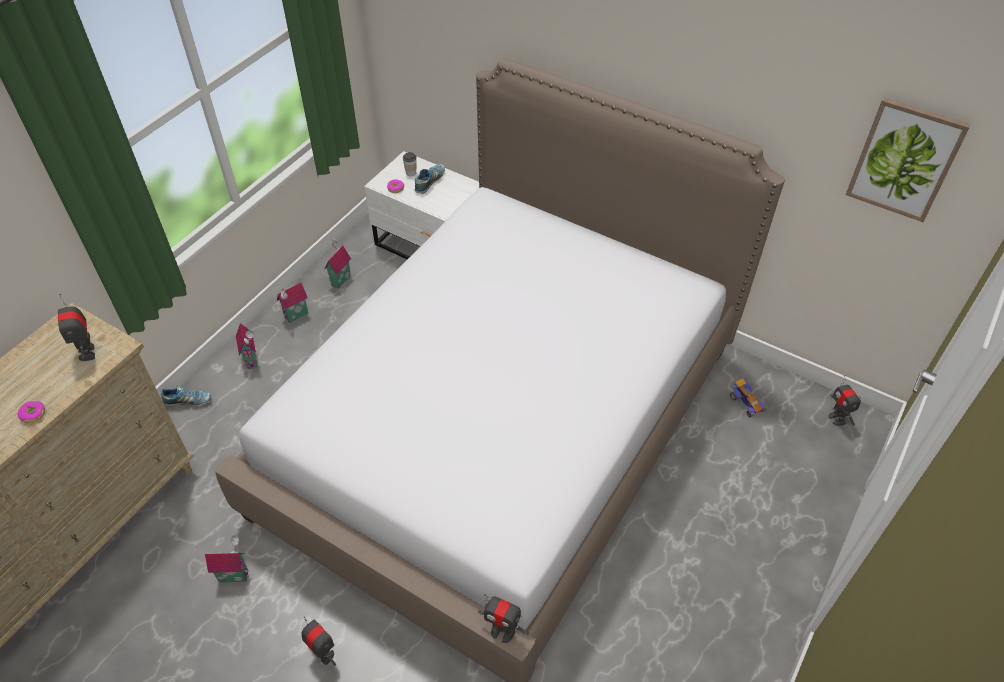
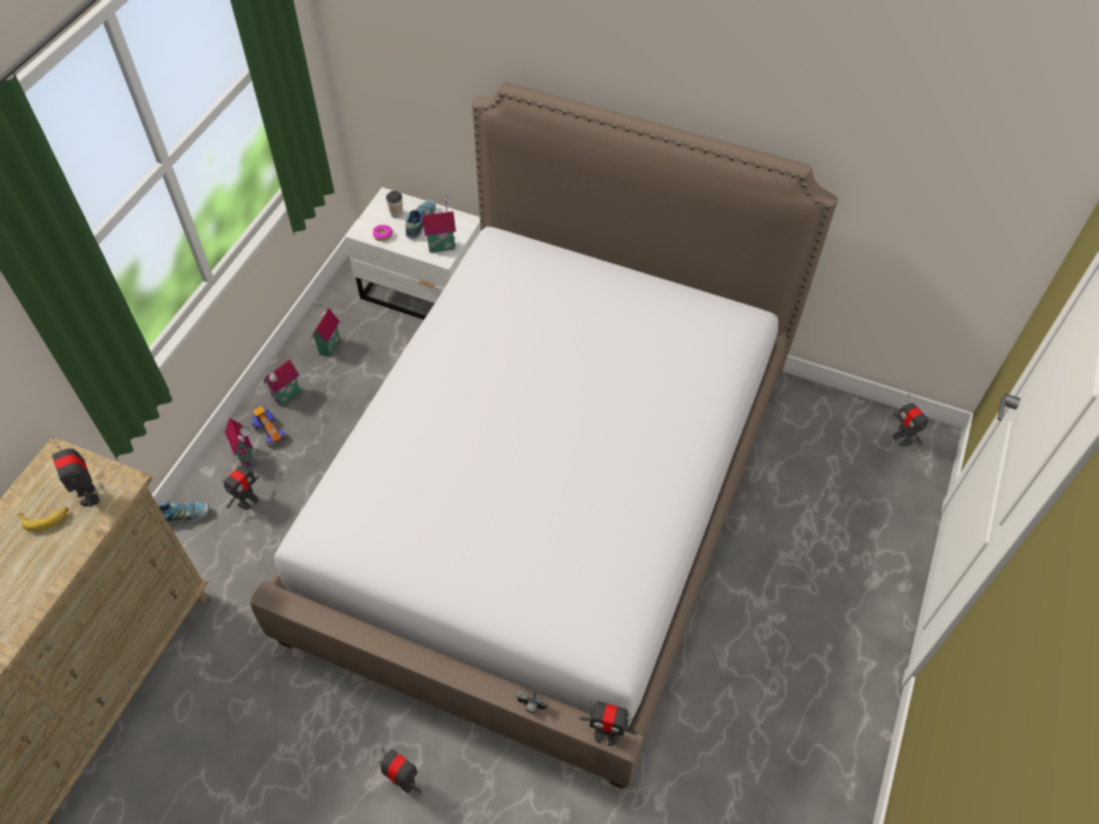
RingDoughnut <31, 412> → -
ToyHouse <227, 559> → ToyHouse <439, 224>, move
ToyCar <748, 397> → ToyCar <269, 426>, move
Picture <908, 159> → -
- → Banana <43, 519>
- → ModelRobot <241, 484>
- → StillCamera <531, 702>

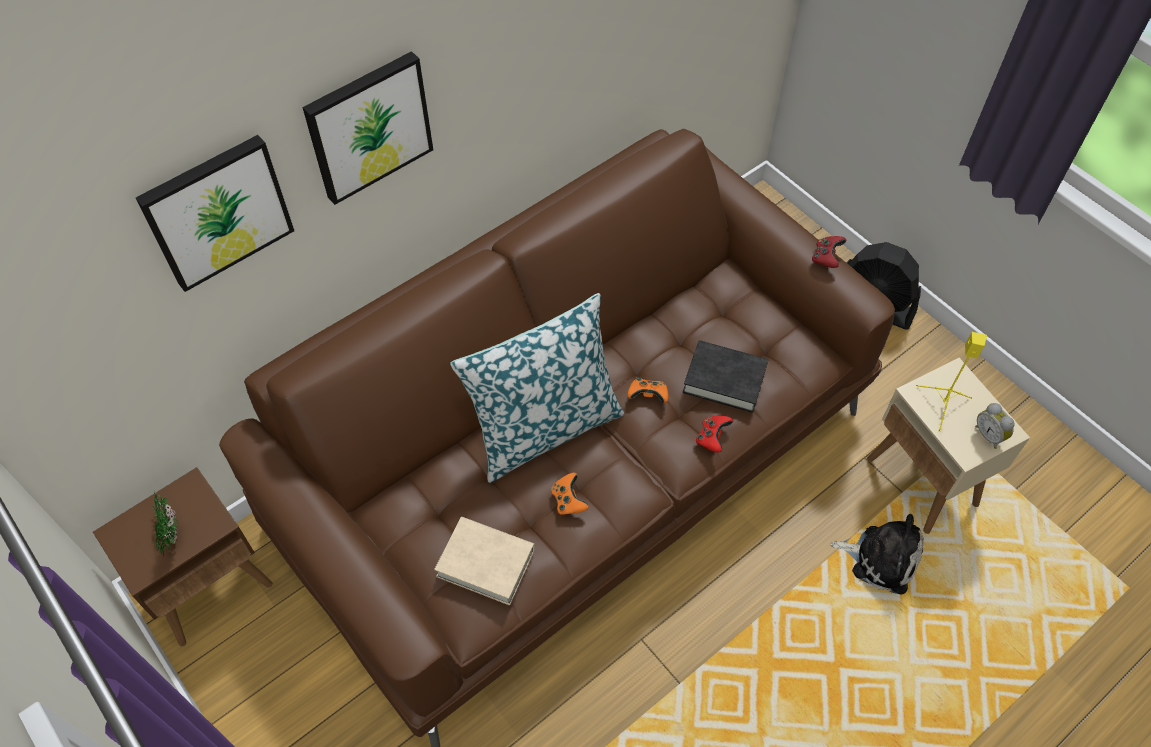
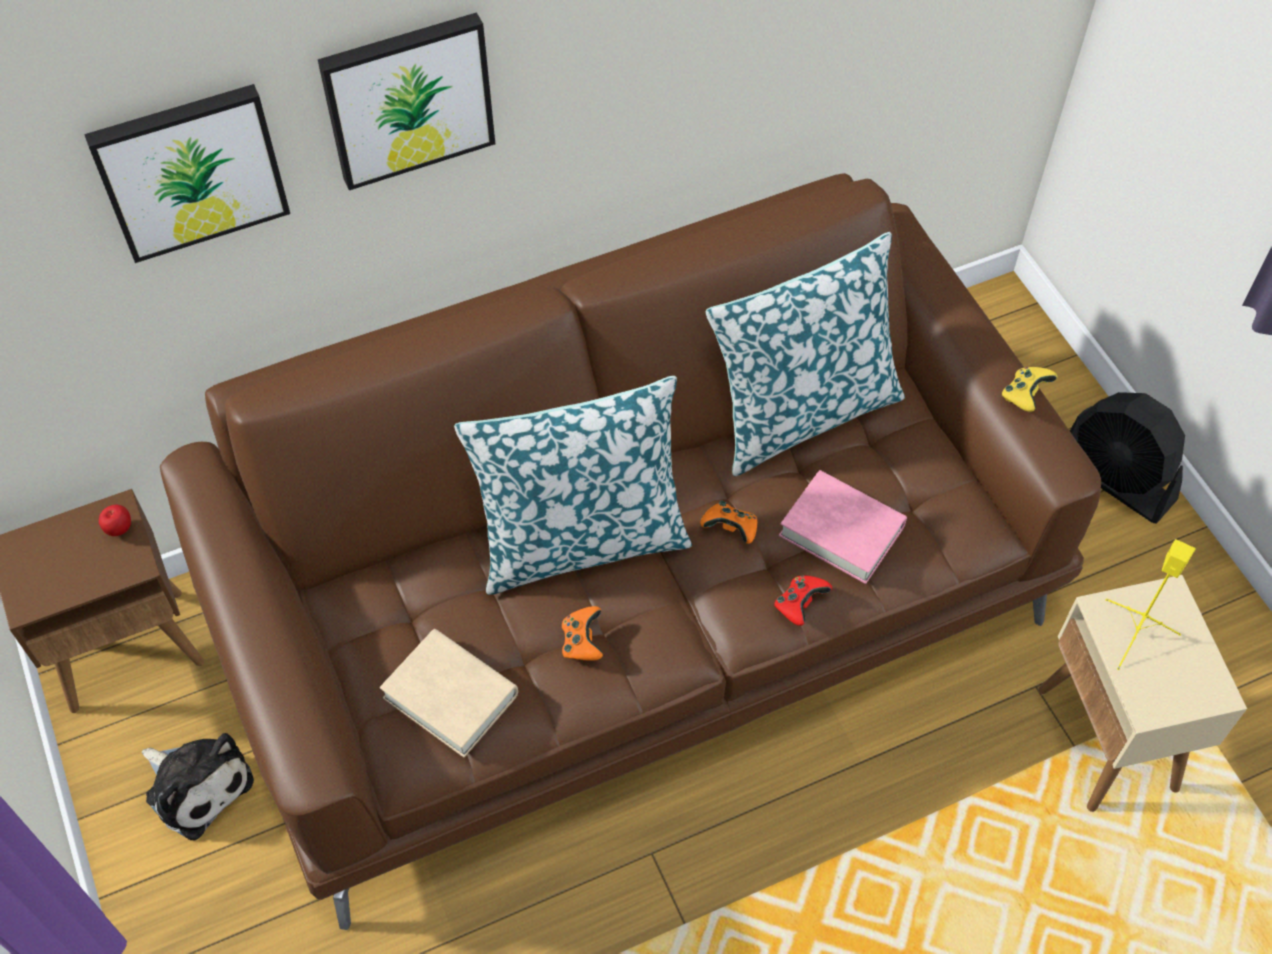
PlantInAPot <165, 524> → -
BlackishBook <725, 376> → PinkColouredBook <843, 527>
ReddishJoypad <829, 252> → YellowishJoypad <1030, 389>
CuddlyToy <877, 554> → CuddlyToy <198, 786>, move
TableClock <994, 426> → -
- → AppleFruit <115, 520>
- → ThrowPillow <805, 354>

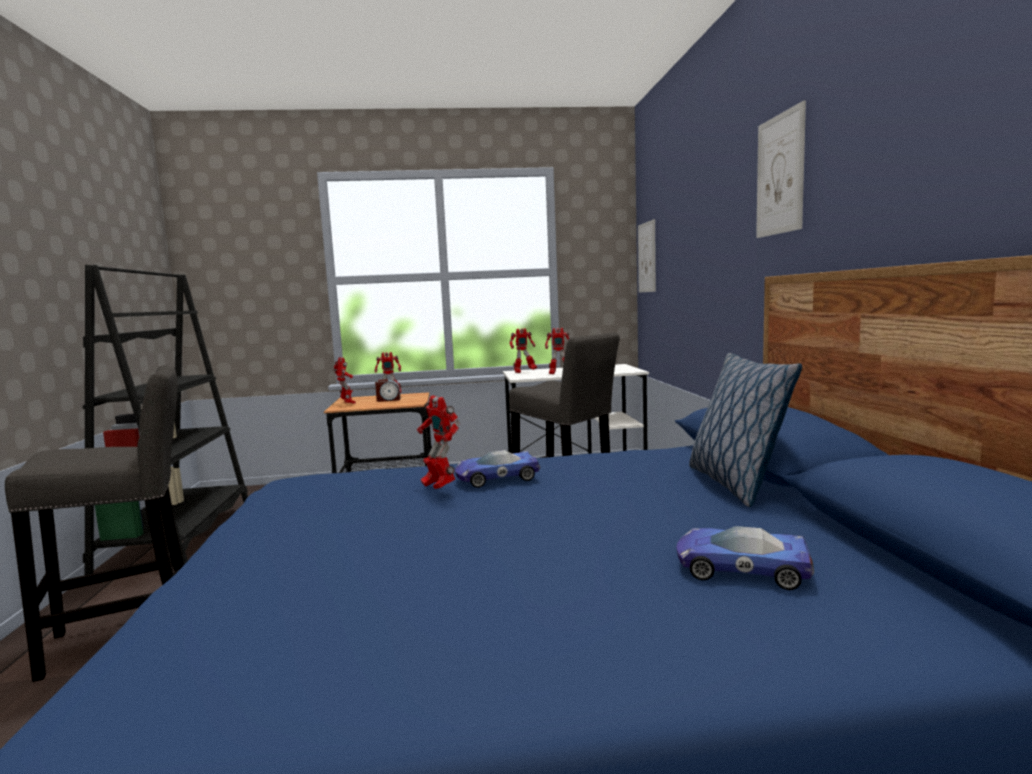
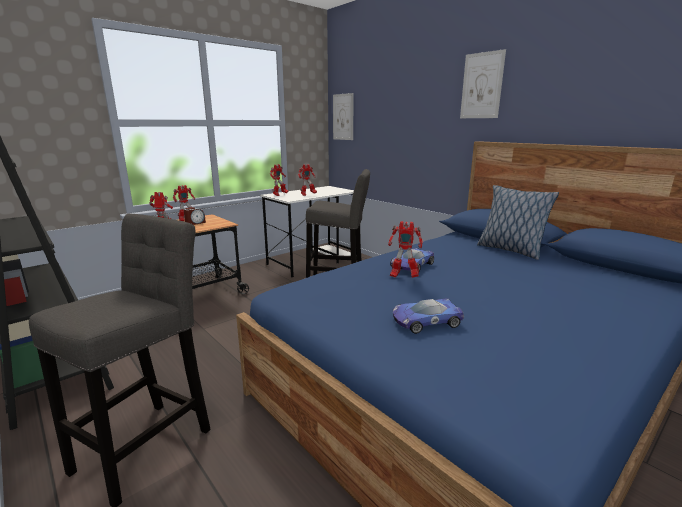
ToyCar <745, 558> → ToyCar <428, 316>, move

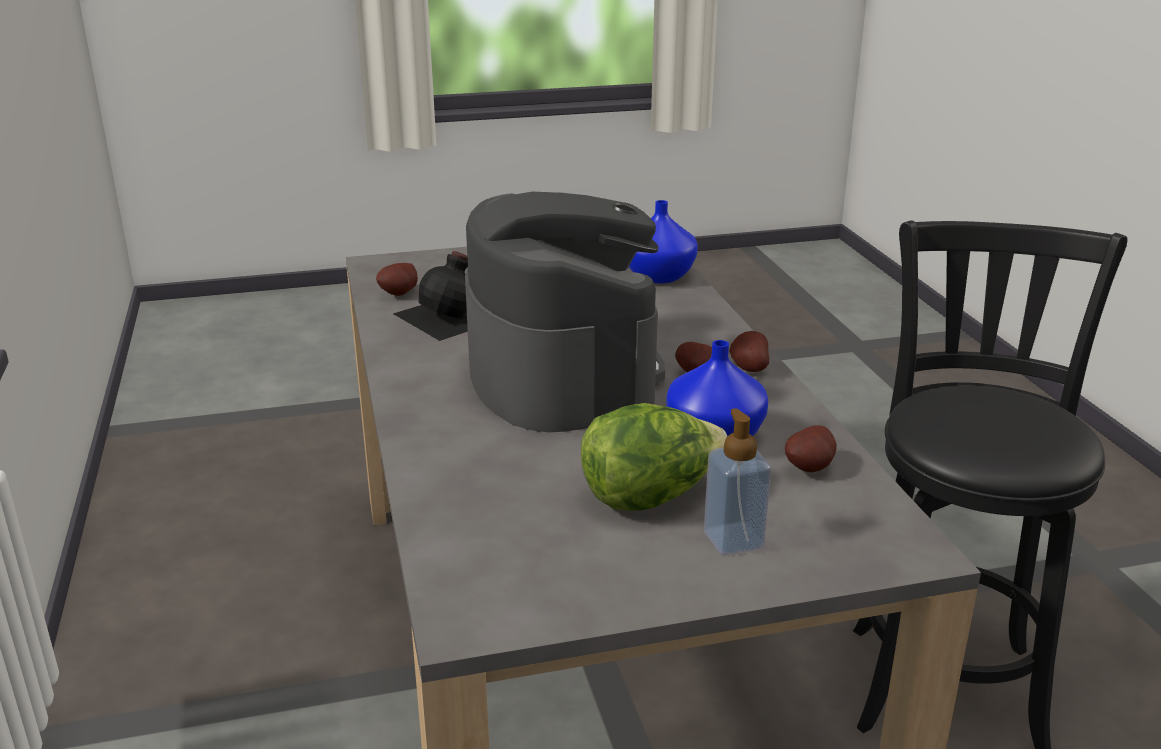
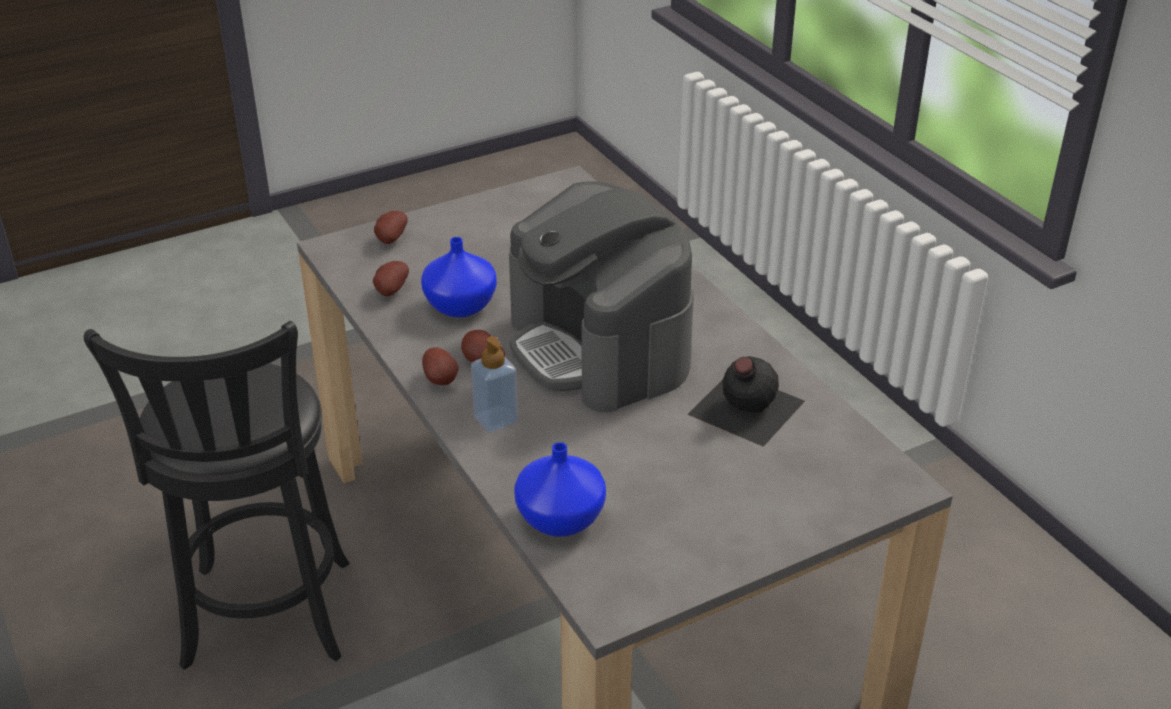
WholePotato <397, 279> → WholePotato <391, 227>, move
Lettuce <654, 457> → -
LiquidSoapBottle <737, 481> → LiquidSoapBottle <494, 384>, move

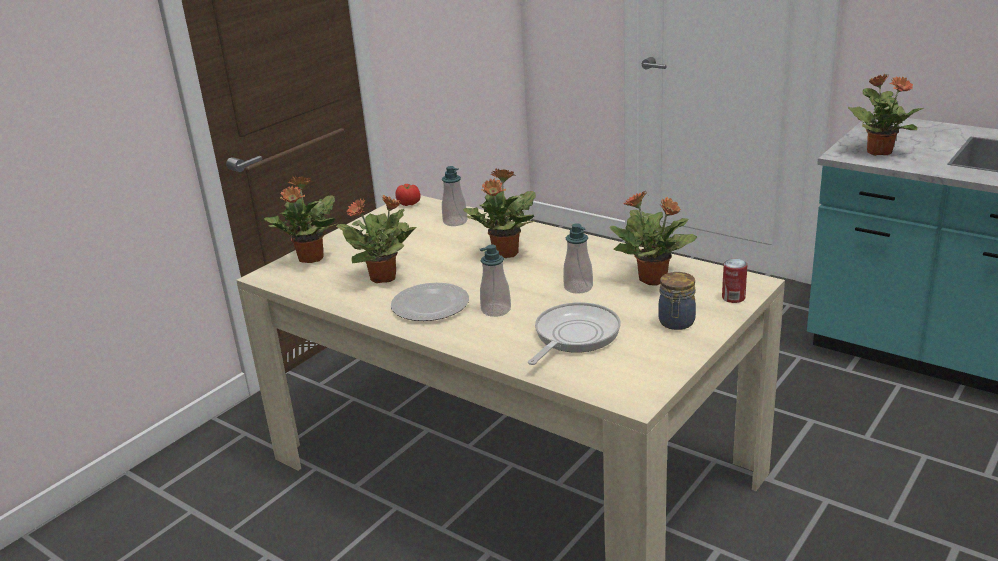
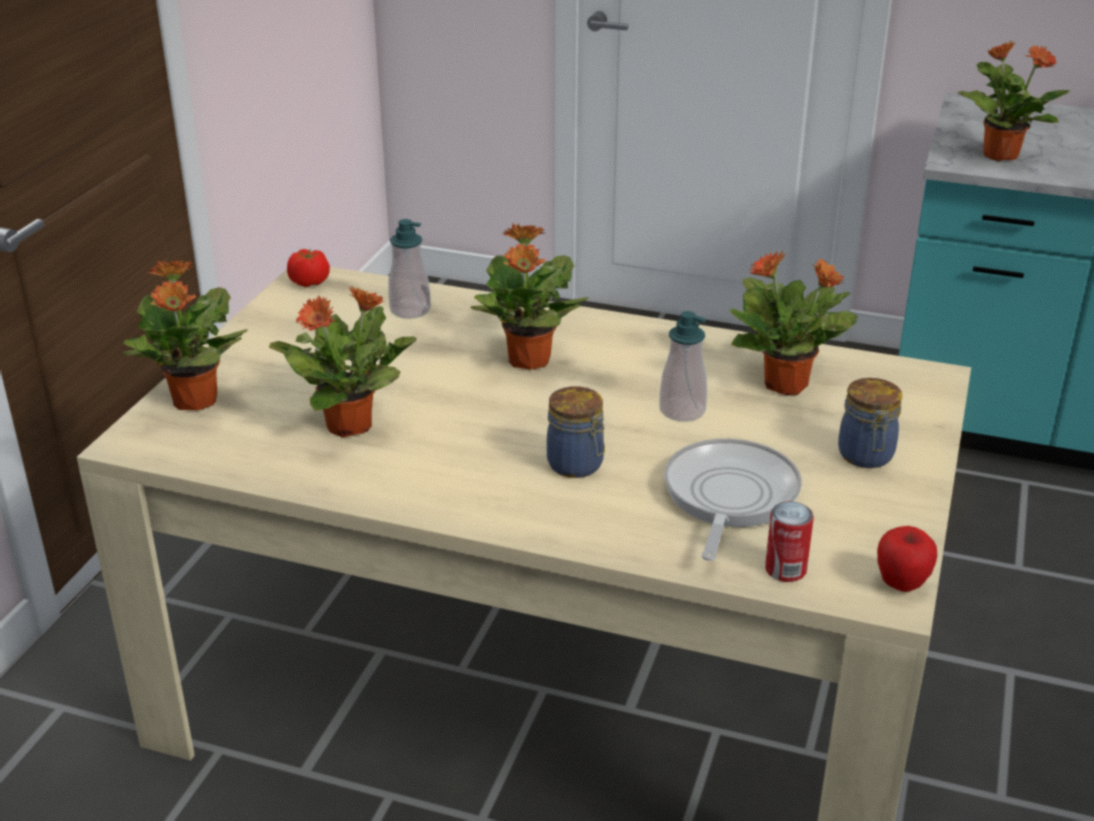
DinnerPlate <430, 302> → -
LiquidSoapBottle <495, 281> → StorageJar <576, 432>
MetalCan <734, 281> → MetalCan <789, 542>, move
- → AppleFruit <907, 559>

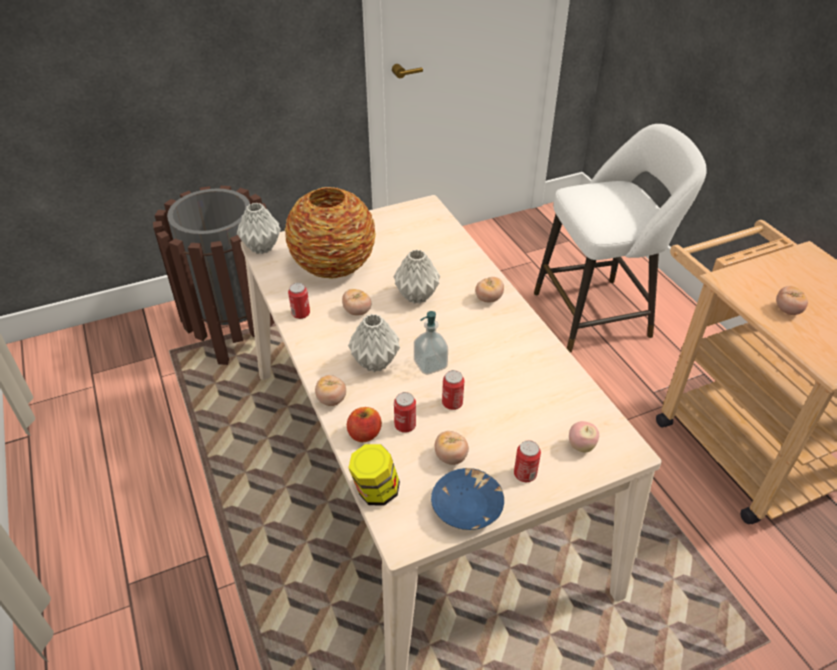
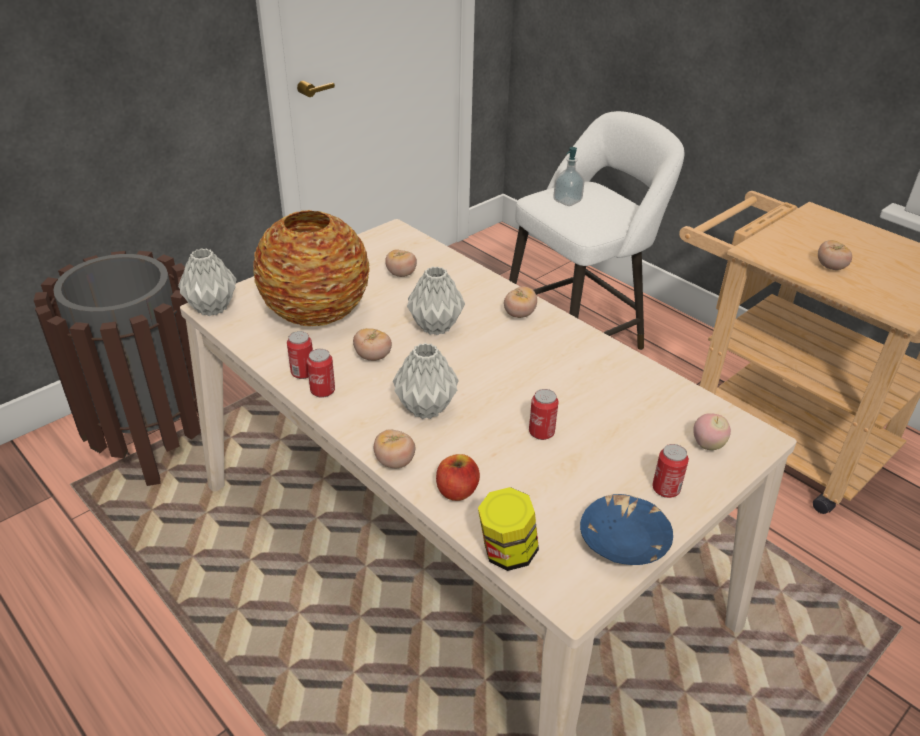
MetalCan <405, 412> → MetalCan <321, 373>, move
LiquidSoapBottle <431, 343> → LiquidSoapBottle <569, 176>, move
FreshTomato <452, 448> → FreshTomato <401, 263>, move

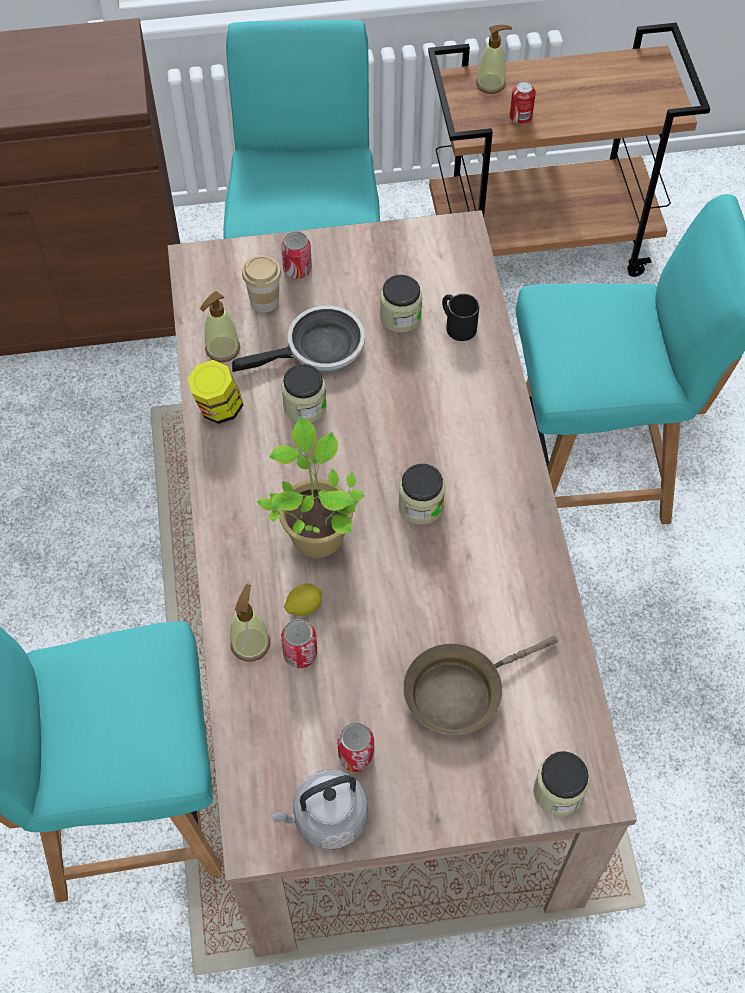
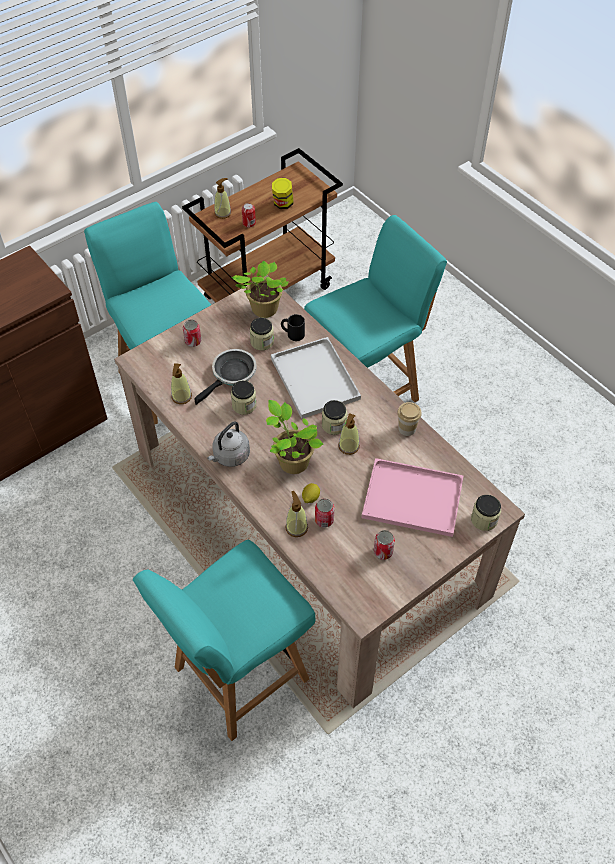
StorageJar <215, 392> → StorageJar <282, 193>, move
Cup <261, 284> → Cup <409, 419>, move
GrayKettle <319, 809> → GrayKettle <228, 444>, move
BrownishPan <480, 685> → PinkColouredServingTray <412, 497>
- → PlantInAPot <260, 289>
- → WhitishServingTray <316, 378>
- → LiquidSoapBottle <349, 434>

